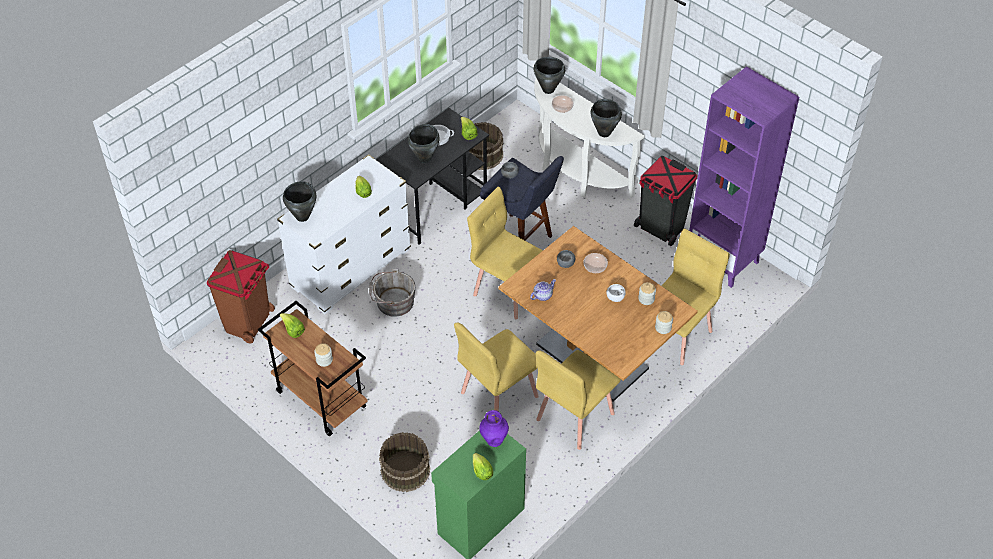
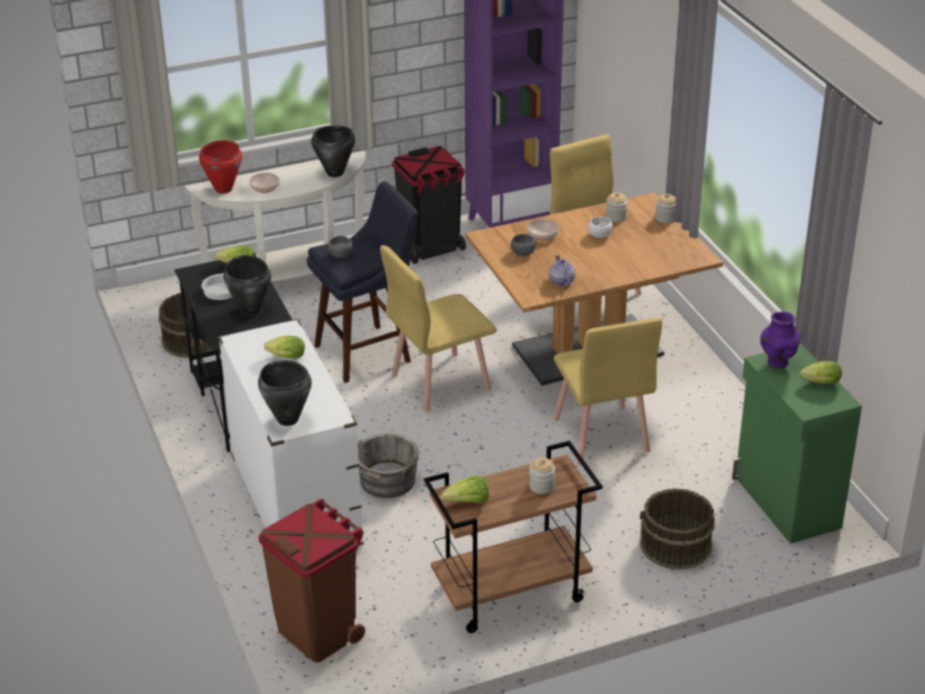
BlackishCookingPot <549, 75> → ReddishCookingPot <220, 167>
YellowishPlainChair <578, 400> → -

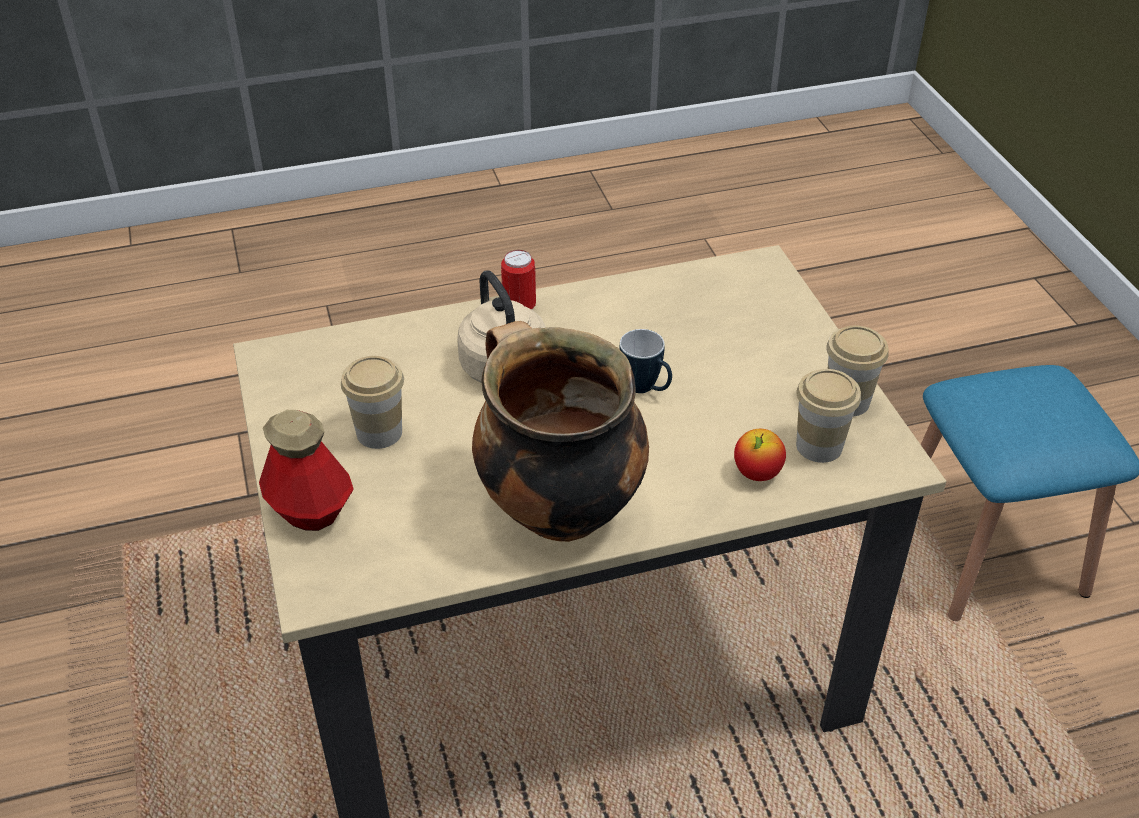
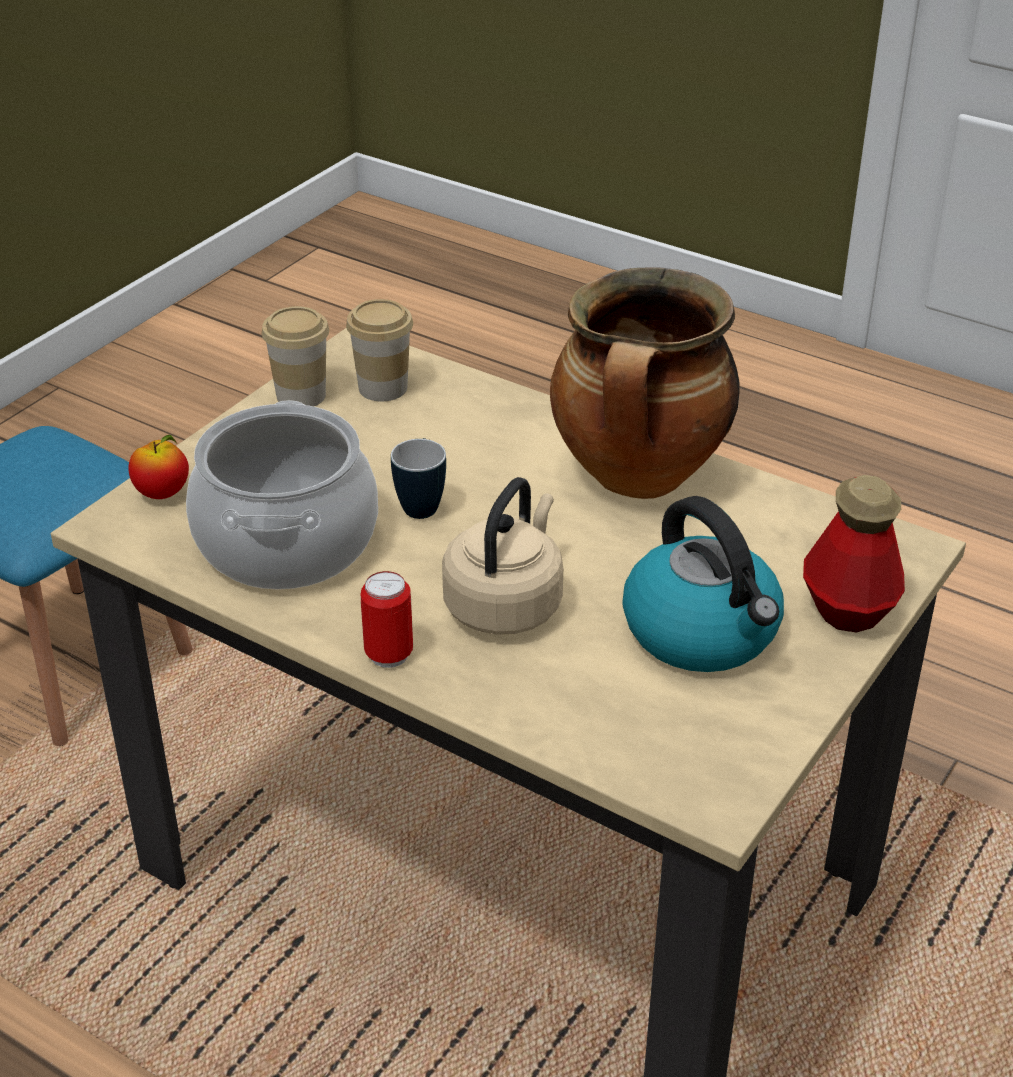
Cup <372, 402> → Kettle <703, 584>
AppleFruit <760, 455> → AppleFruit <158, 467>, move
- → CookingPot <282, 495>

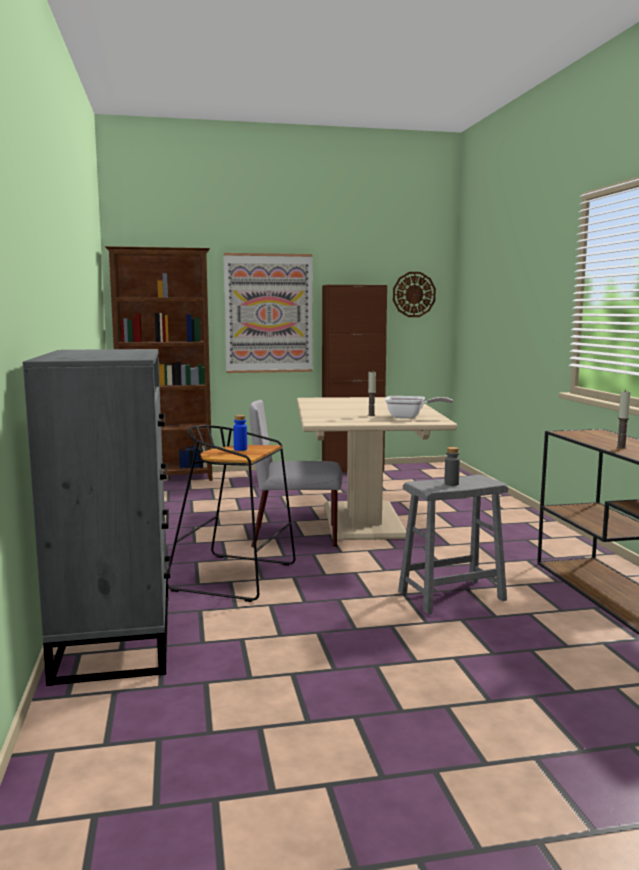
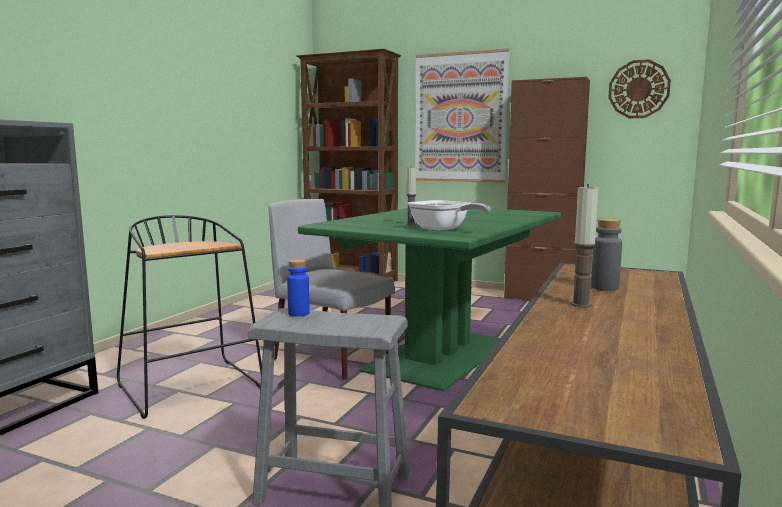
BlueBeverageBottle <240, 433> → BlueBeverageBottle <298, 288>, move
BeigeColouredDiningTable <377, 468> → GreenishDiningTable <429, 299>
GrayBeverageBottle <452, 466> → GrayBeverageBottle <606, 254>, move

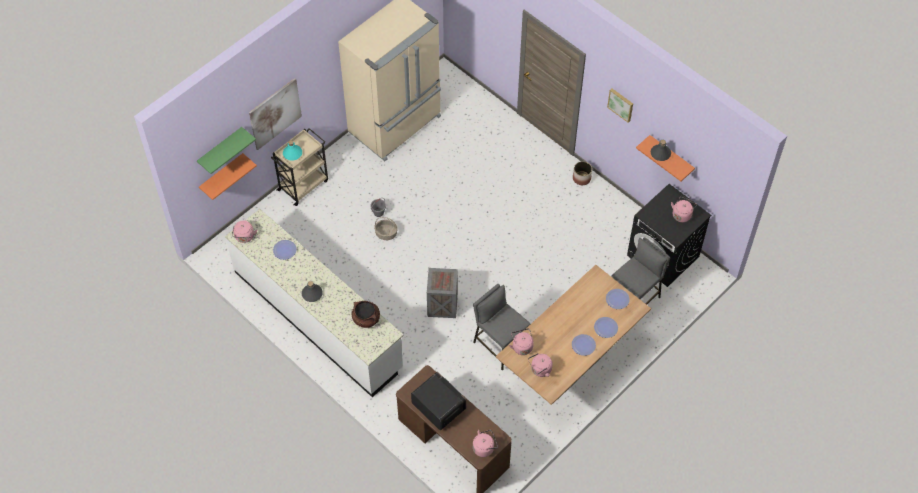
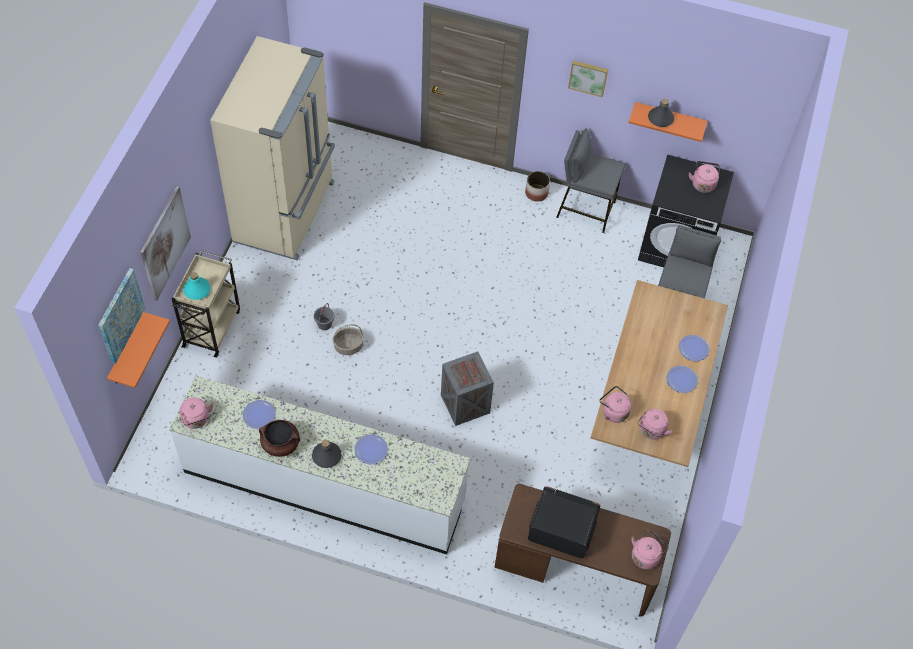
GreenishBracketShelf <226, 150> → Picture <121, 316>
BrownishCookingPot <366, 314> → BrownishCookingPot <279, 438>, move
GraySittingStool <501, 327> → GraySittingStool <590, 180>, move
DinnerPlate <618, 299> → DinnerPlate <371, 449>, move

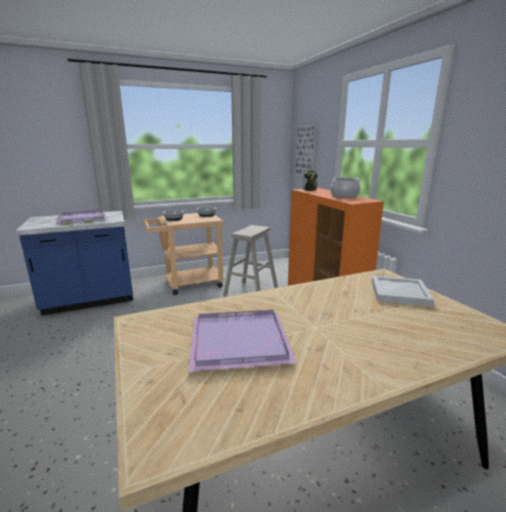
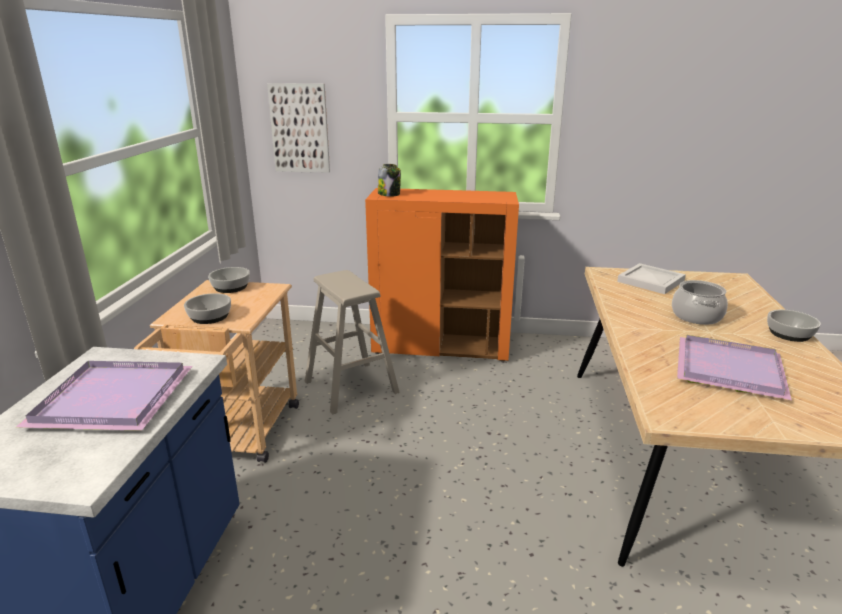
CookingPot <345, 187> → CookingPot <700, 302>, move
- → DeepDish <794, 326>

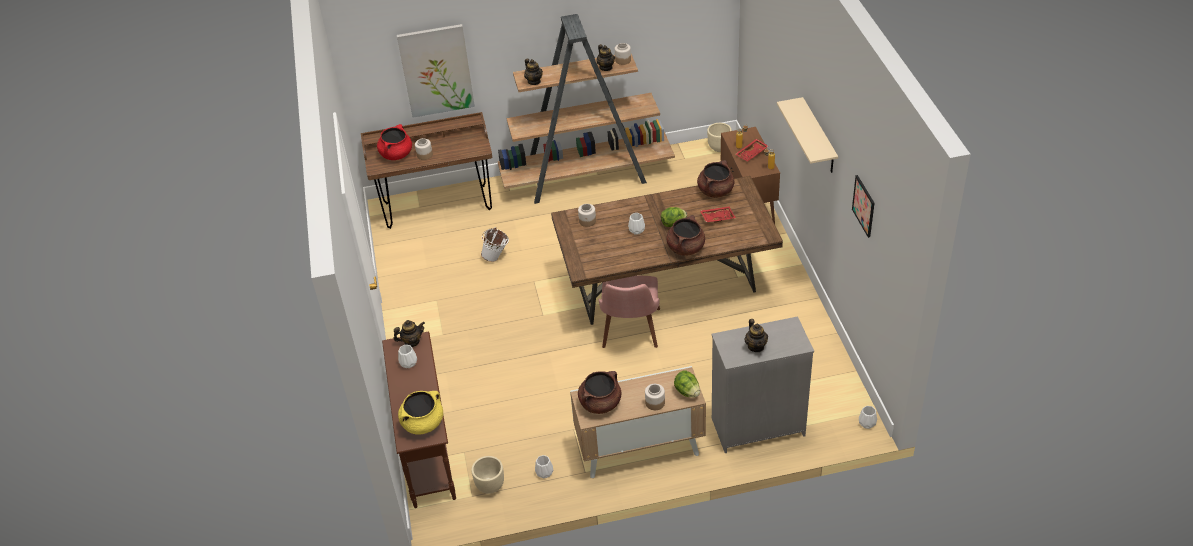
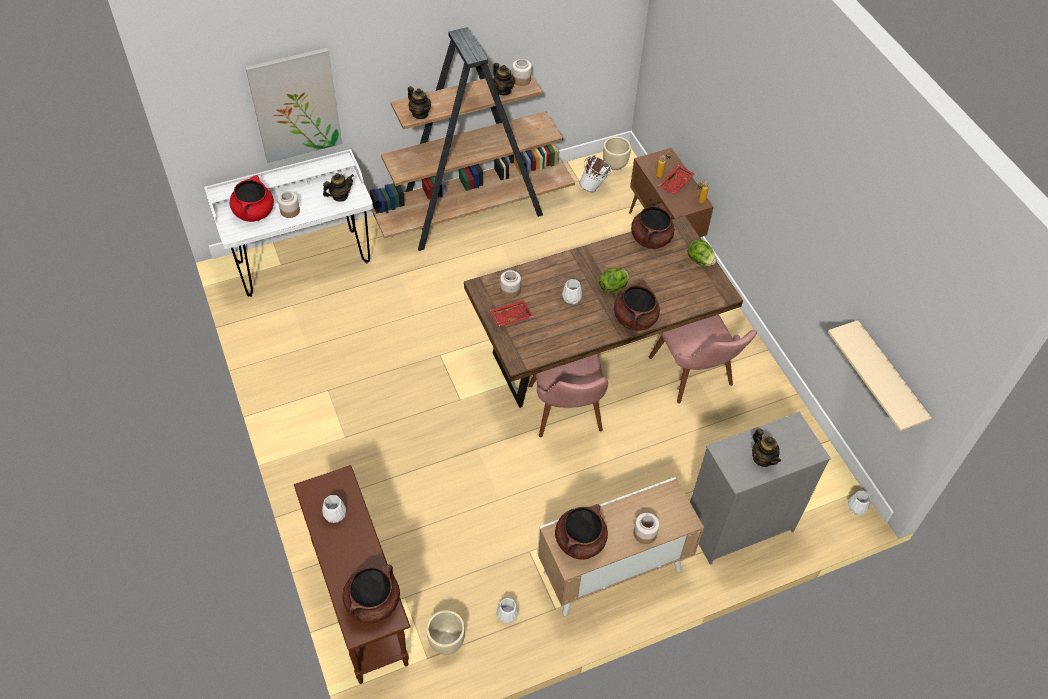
BrownishDeskUnit <426, 170> → WhitishDeskUnit <288, 223>
Teapot <409, 333> → Teapot <338, 187>, move
YellowishCookingPot <420, 413> → BrownishCookingPot <371, 594>
WhitishBucket <495, 244> → WhitishBucket <595, 173>, move
Lettuce <687, 383> → Lettuce <702, 252>, move
ReddishServingTray <718, 214> → ReddishServingTray <512, 313>, move
BeigeColouredBracketShelf <807, 135> → BeigeColouredBracketShelf <880, 375>, move
Picture <863, 206> → -
- → PinkColouredPlainChair <703, 359>

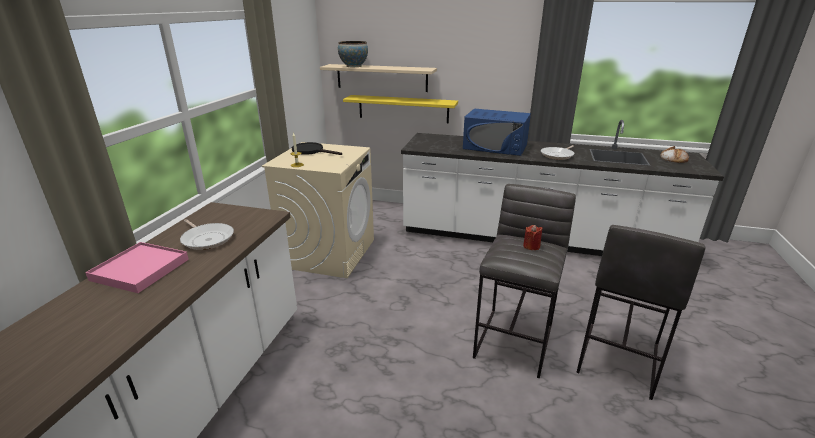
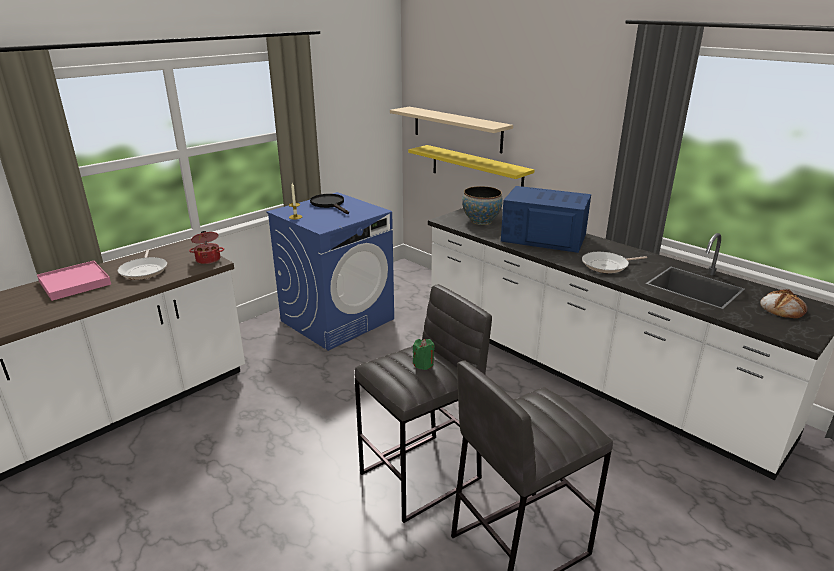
BeigeColouredLaundryMachine <318, 210> → BlueLaundryMachine <330, 271>
DeepDish <353, 54> → DeepDish <482, 205>, move
BlueMicrowaveOven <497, 132> → BlueMicrowaveOven <546, 219>, 150 degrees clockwise
ReddishWaxLight <533, 237> → GreenishWaxLight <424, 354>
- → CookingPot <206, 247>

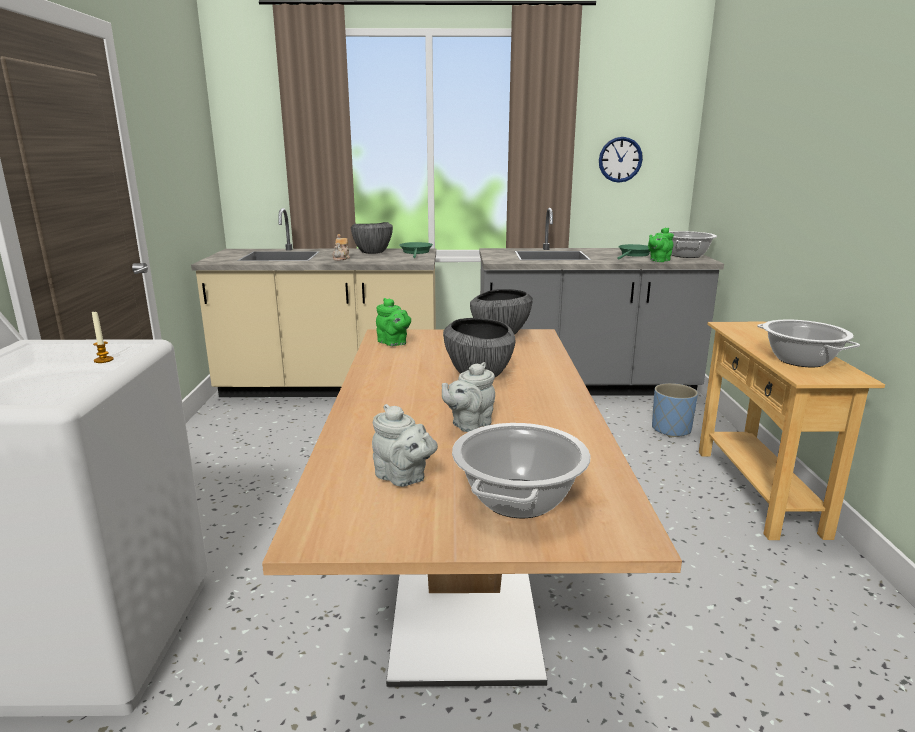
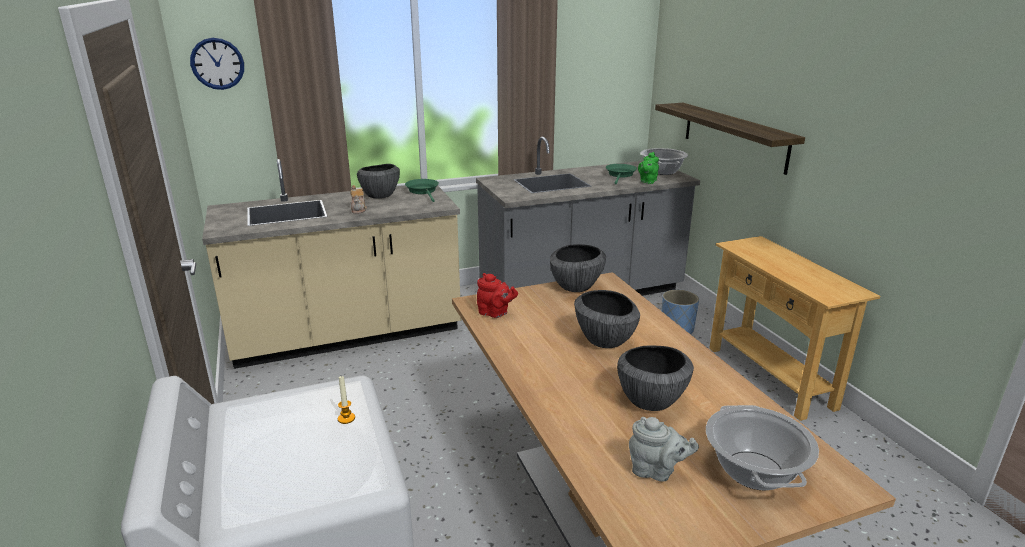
GreenishTeapot <393, 322> → ReddishTeapot <497, 295>
GrayTeapot <468, 397> → DeepDish <655, 378>
WallClock <621, 160> → WallClock <217, 64>, move
CookingPot <808, 343> → -
- → BracketShelf <730, 139>

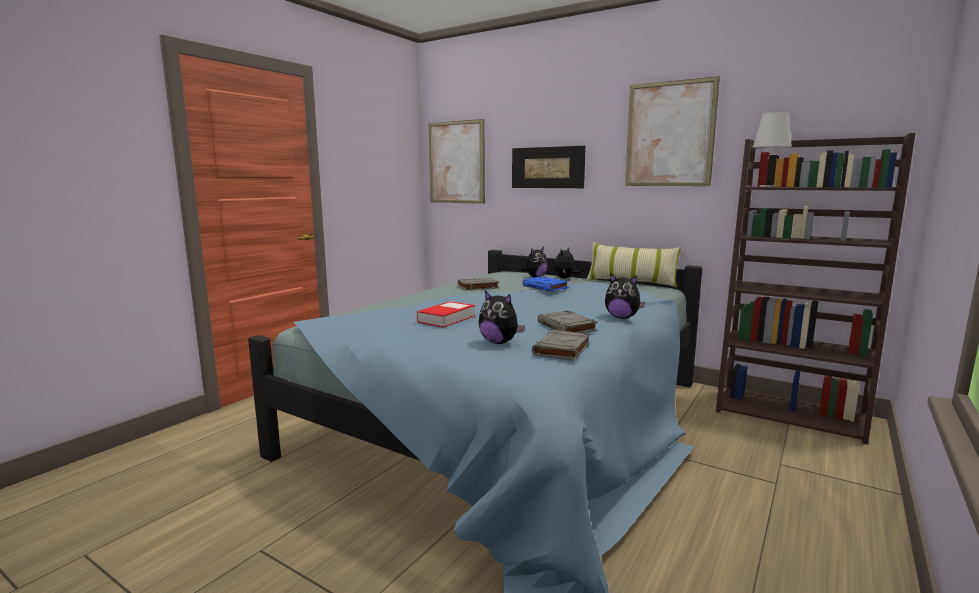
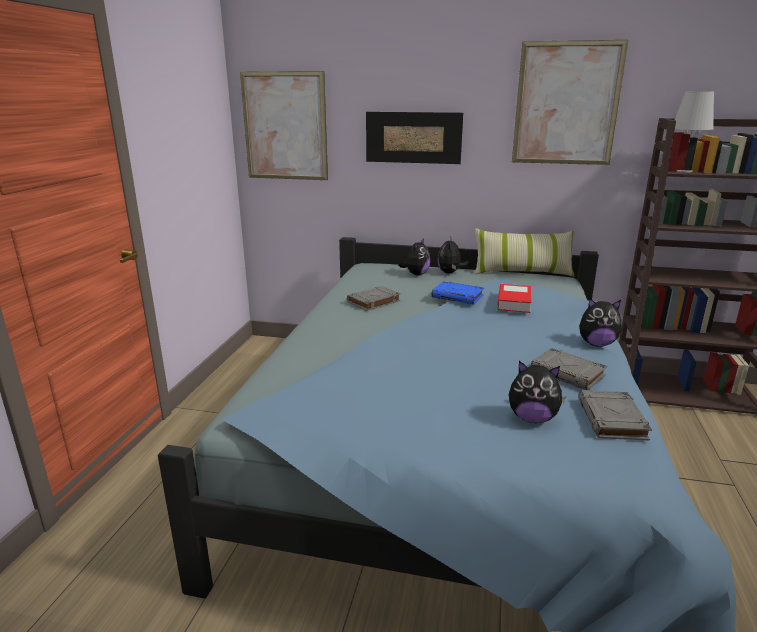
Book <446, 314> → Book <514, 298>, move

